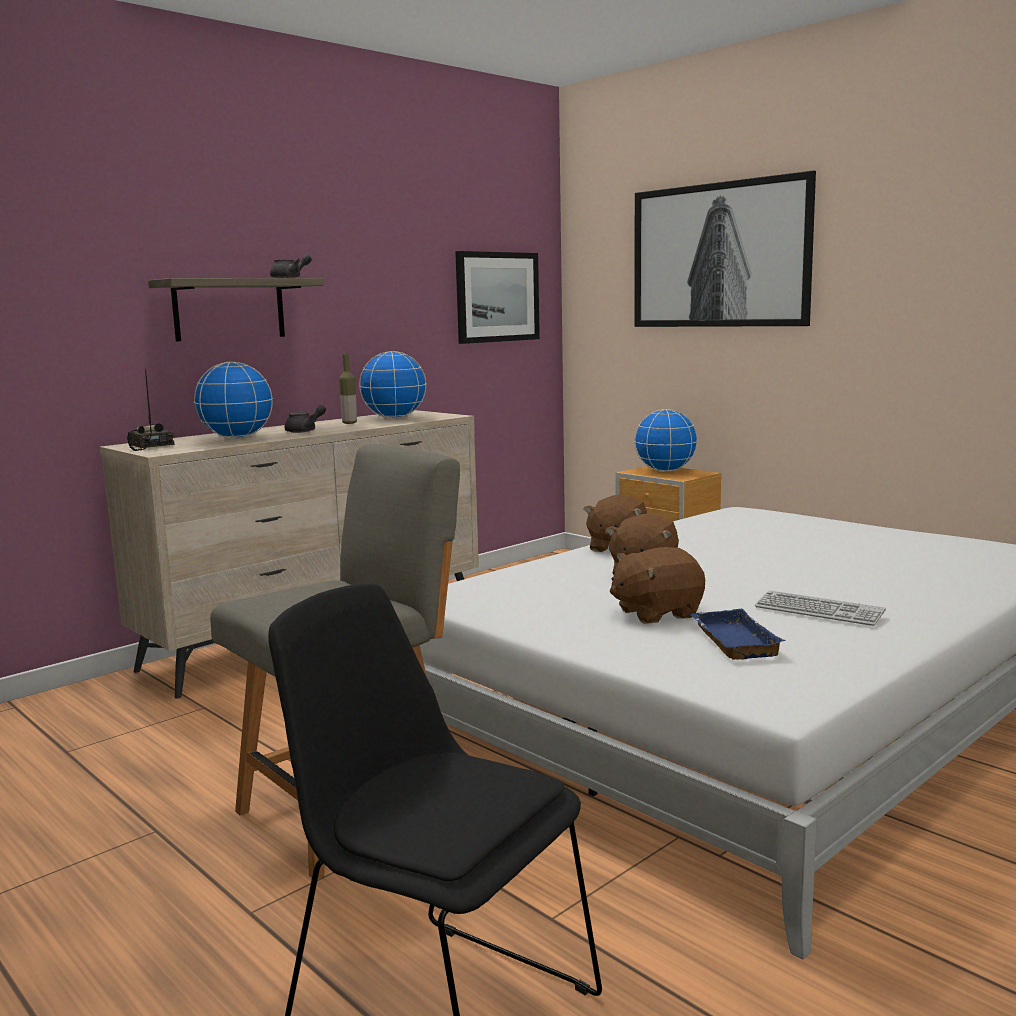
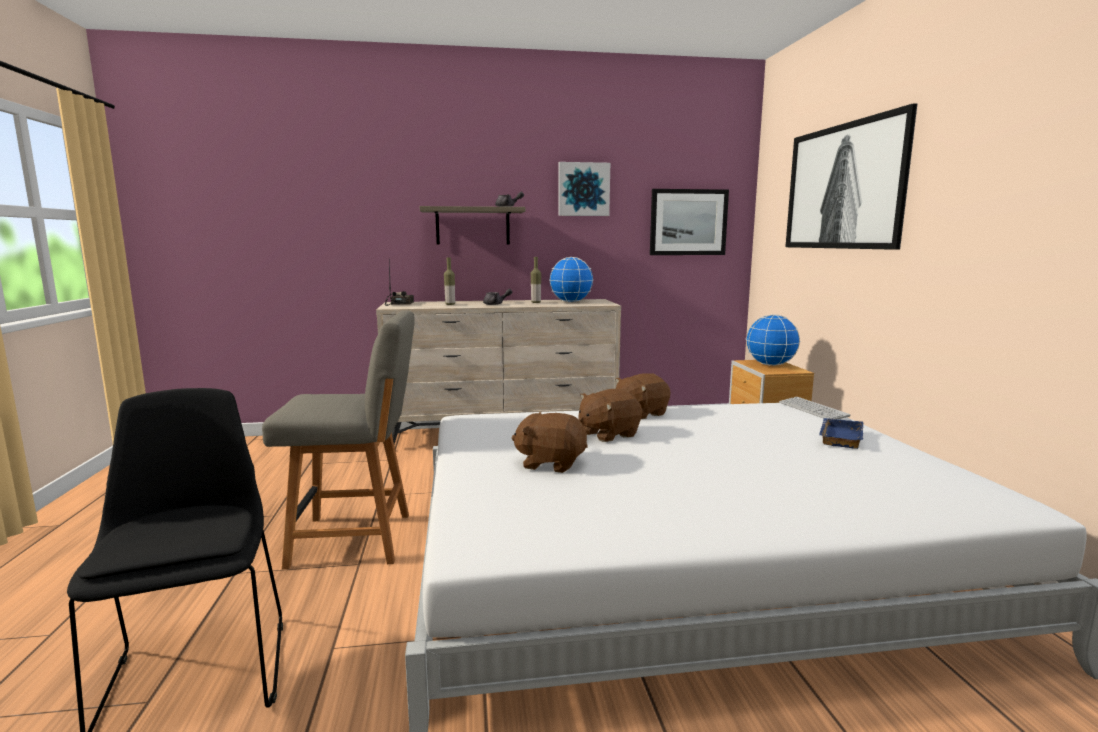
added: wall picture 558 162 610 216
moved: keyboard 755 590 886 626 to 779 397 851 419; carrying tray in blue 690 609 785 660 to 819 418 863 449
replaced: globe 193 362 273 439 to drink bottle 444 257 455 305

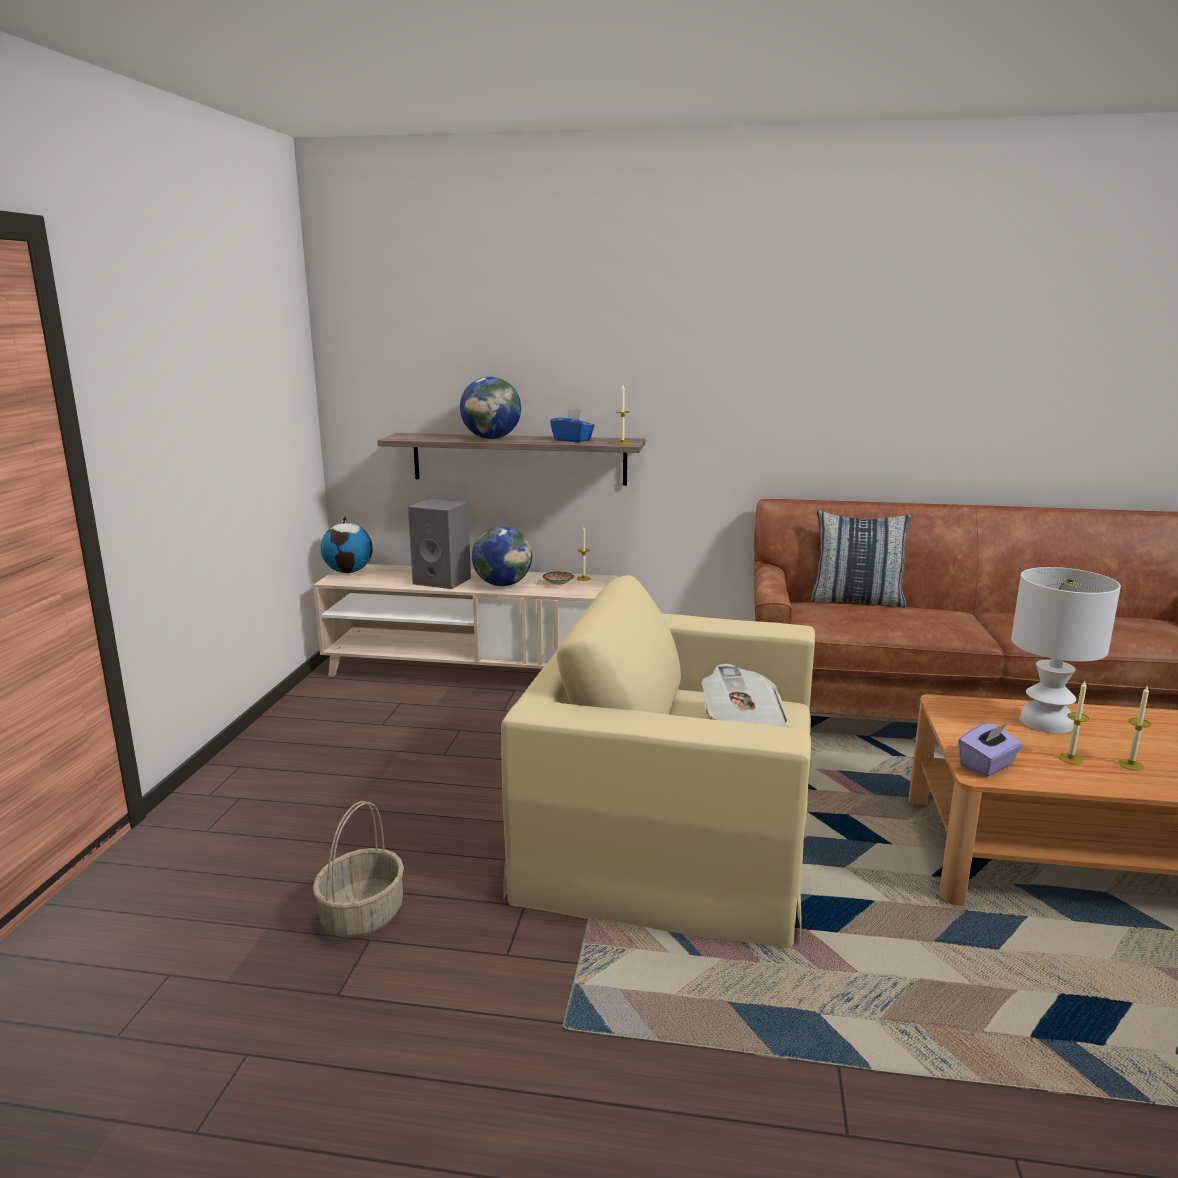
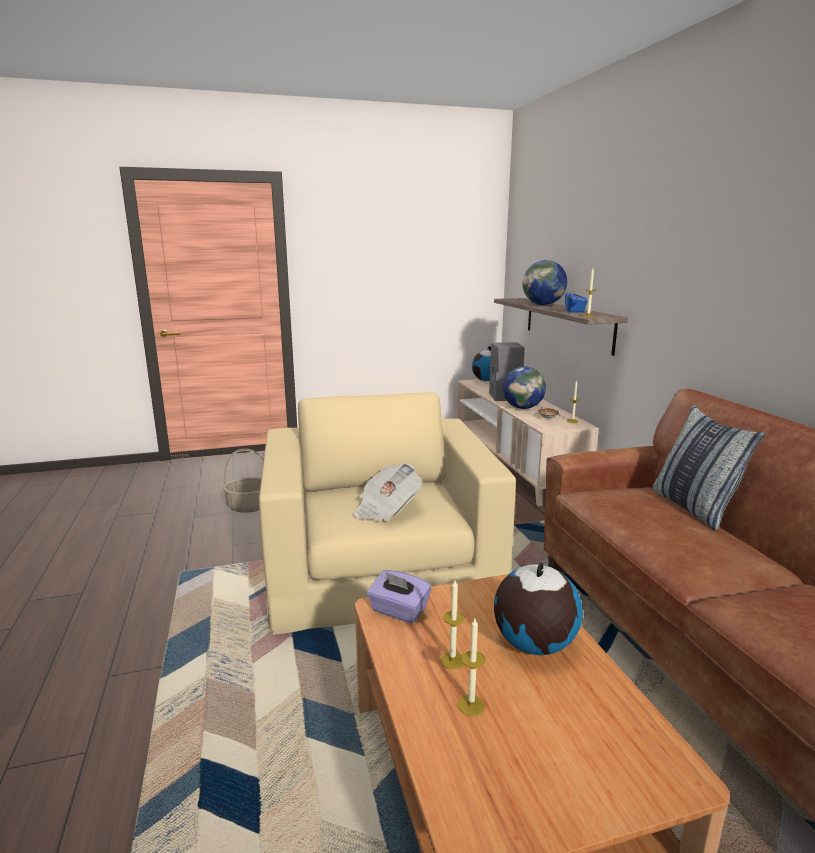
replaced: table lamp in white-coloured 1011 567 1121 734 to globe 494 561 583 655

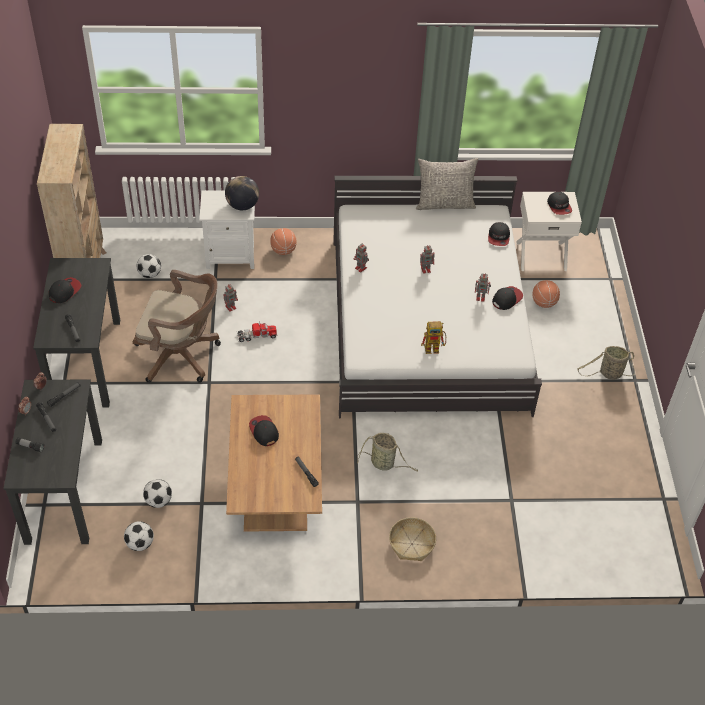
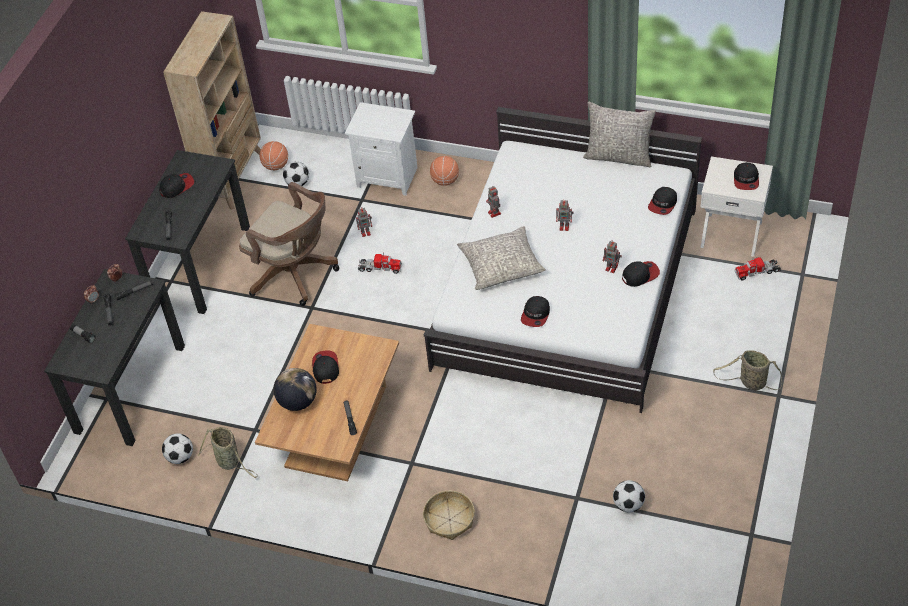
added: throw pillow in grey 457 226 546 290; toy lorry 734 257 781 280
moved: storage basket 357 433 418 472 to 198 427 258 478; basketball 532 280 560 308 to 259 141 288 170; globe 225 176 259 210 to 273 368 317 411; ball for football 143 479 172 508 to 613 480 645 513
replaced: model robot 421 321 446 354 to baseball cap 521 296 550 327

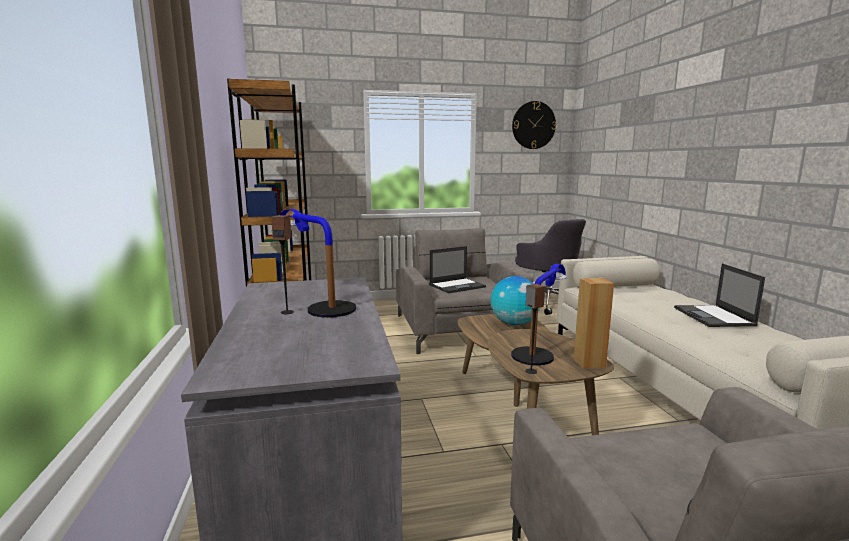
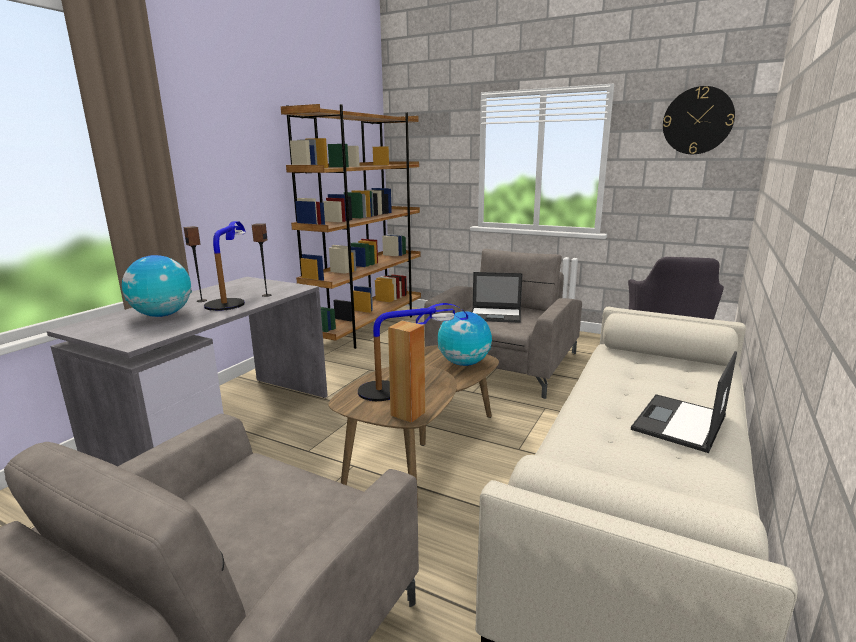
added: globe 122 255 192 317
moved: audio speaker 525 284 545 374 to 252 223 271 297

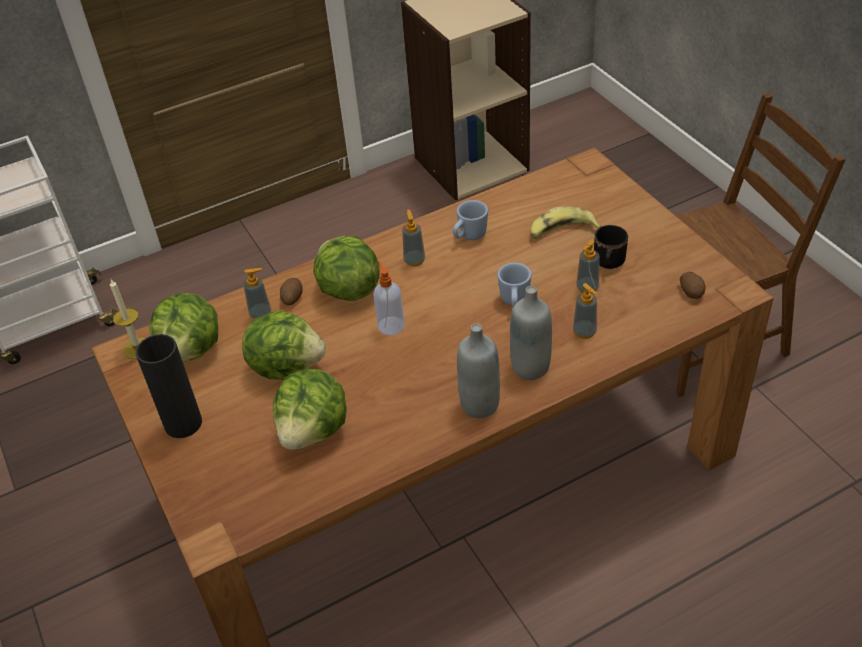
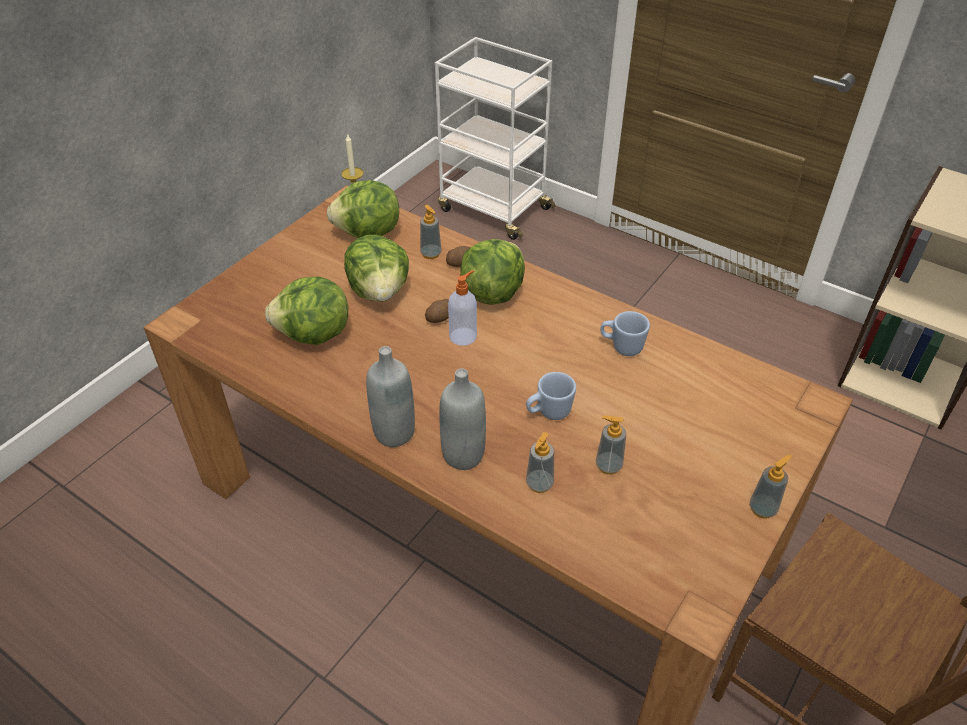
removed: decorative vase in black-coloured 136 334 202 438; banana fruit 530 206 601 239; tea mug in black-coloured 594 225 628 269
moved: whole potato 680 272 706 299 to 425 299 449 323; liquid soap bottle 402 209 425 266 to 749 455 792 519

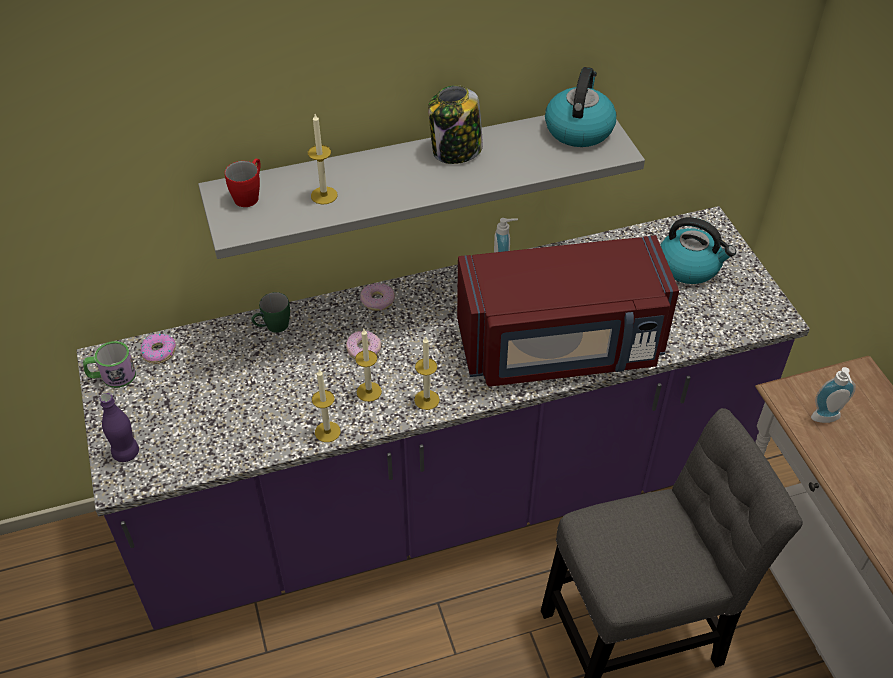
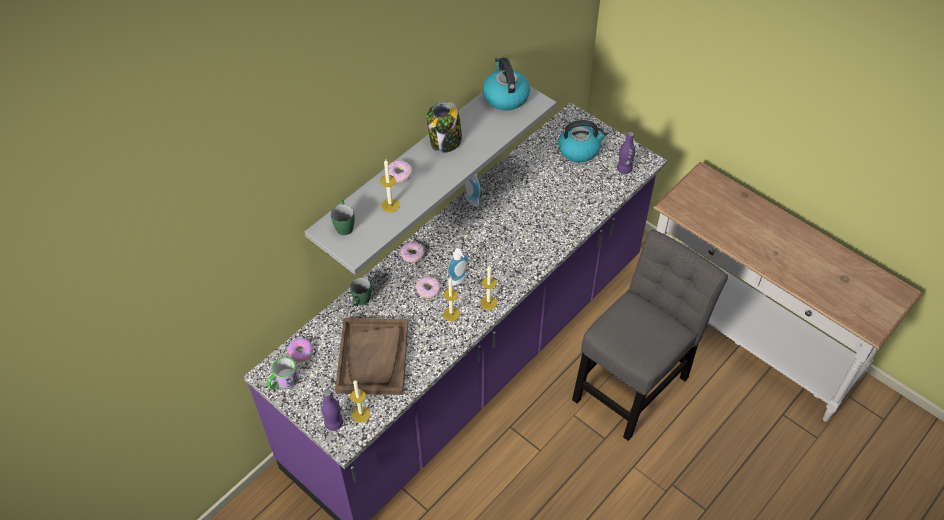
removed: microwave oven in reddish 457 235 679 386
added: carrying tray in brownish 335 318 408 395; ring doughnut 389 160 412 183; drink bottle in purplish 617 132 635 174
moved: wax light 312 370 341 442 to 350 380 370 423; liquid soap bottle 811 367 856 423 to 447 248 469 286
recoloured: tea mug in reddish 225 158 261 207 to tea mug in greenish 331 200 355 235

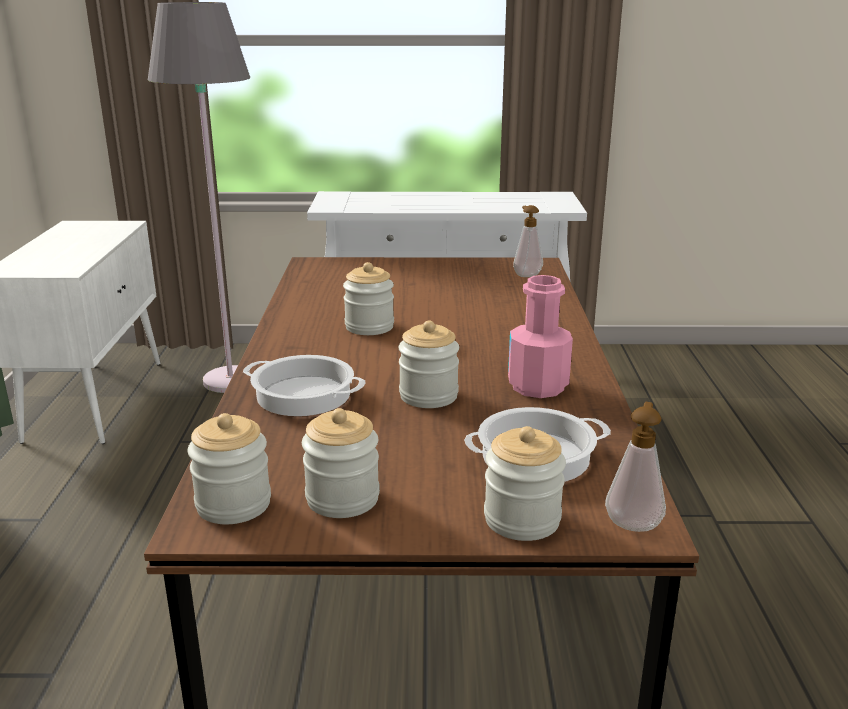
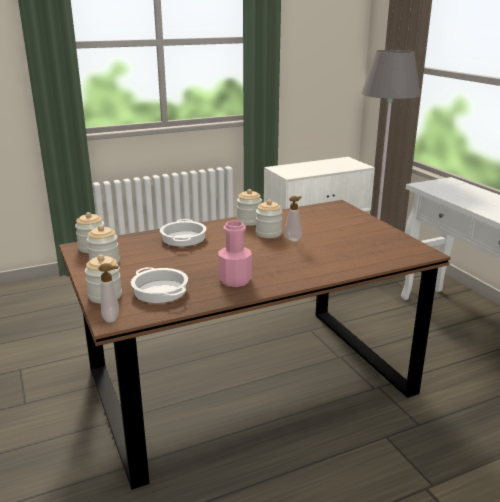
moved: storage jar 399 320 459 408 to 237 189 262 226; liquid soap bottle 513 205 543 277 to 284 196 302 241

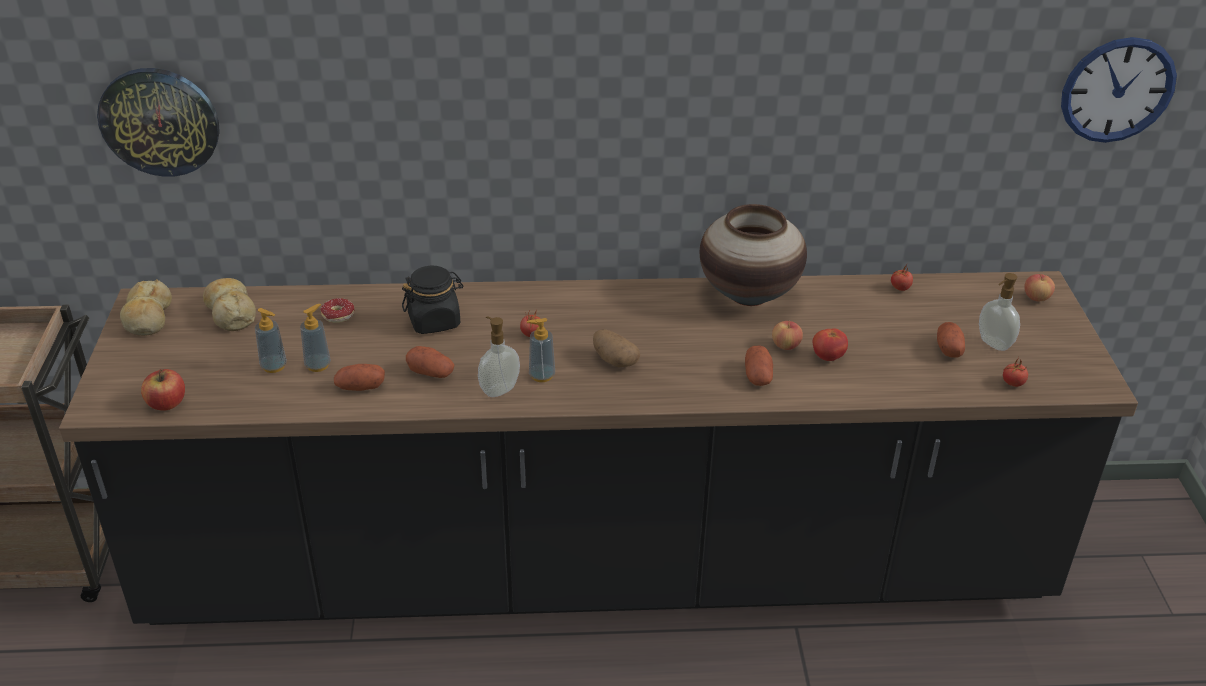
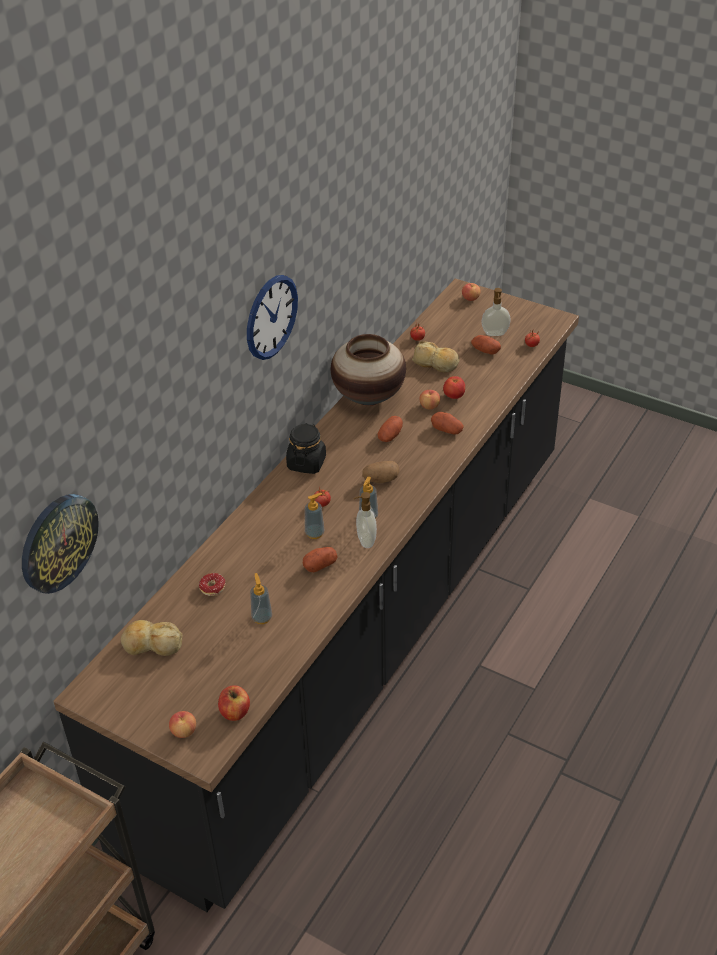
added: apple fruit 169 711 196 738
moved: hanging clock 1061 37 1177 143 to 247 275 298 360; storage jar in black-coloured 402 265 464 334 to 286 423 326 474; liquid soap bottle 255 308 287 373 to 305 493 324 539; whole potato 334 364 385 391 to 377 416 403 442; baked bread 120 279 172 336 to 412 341 460 373

